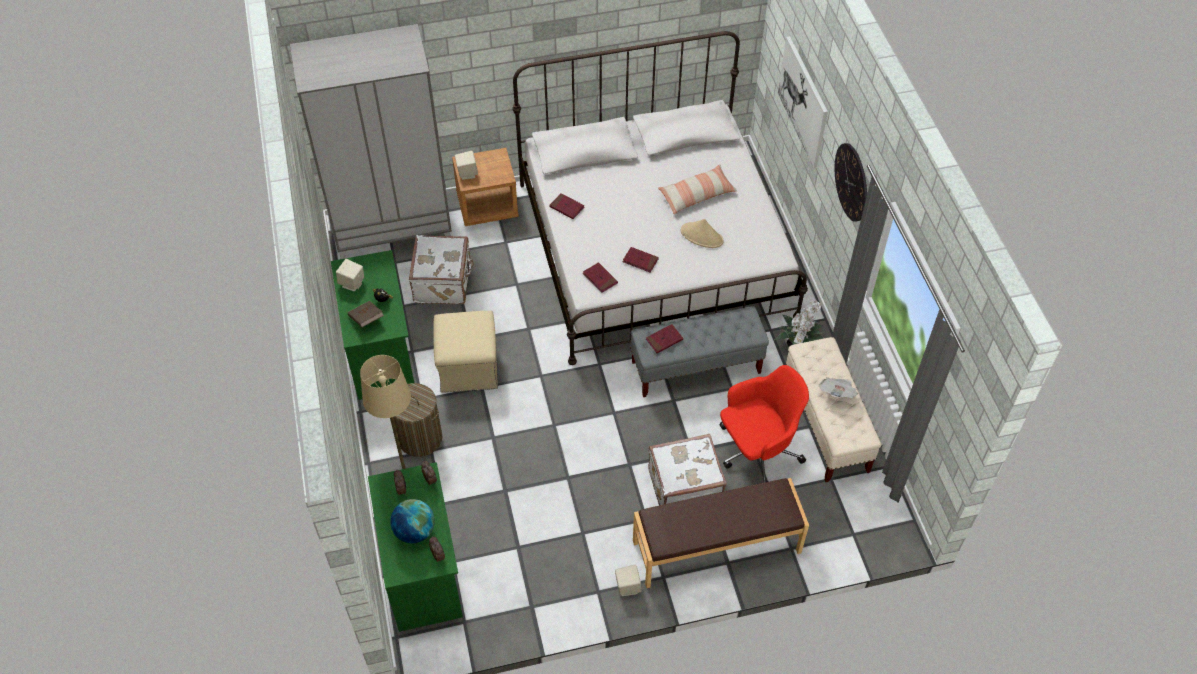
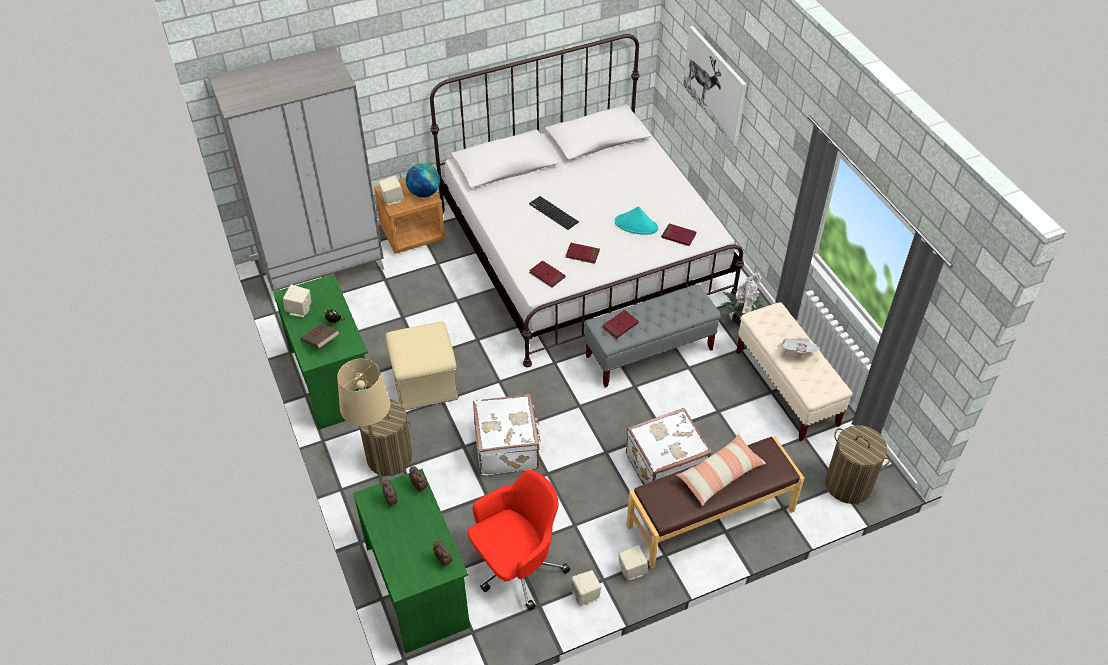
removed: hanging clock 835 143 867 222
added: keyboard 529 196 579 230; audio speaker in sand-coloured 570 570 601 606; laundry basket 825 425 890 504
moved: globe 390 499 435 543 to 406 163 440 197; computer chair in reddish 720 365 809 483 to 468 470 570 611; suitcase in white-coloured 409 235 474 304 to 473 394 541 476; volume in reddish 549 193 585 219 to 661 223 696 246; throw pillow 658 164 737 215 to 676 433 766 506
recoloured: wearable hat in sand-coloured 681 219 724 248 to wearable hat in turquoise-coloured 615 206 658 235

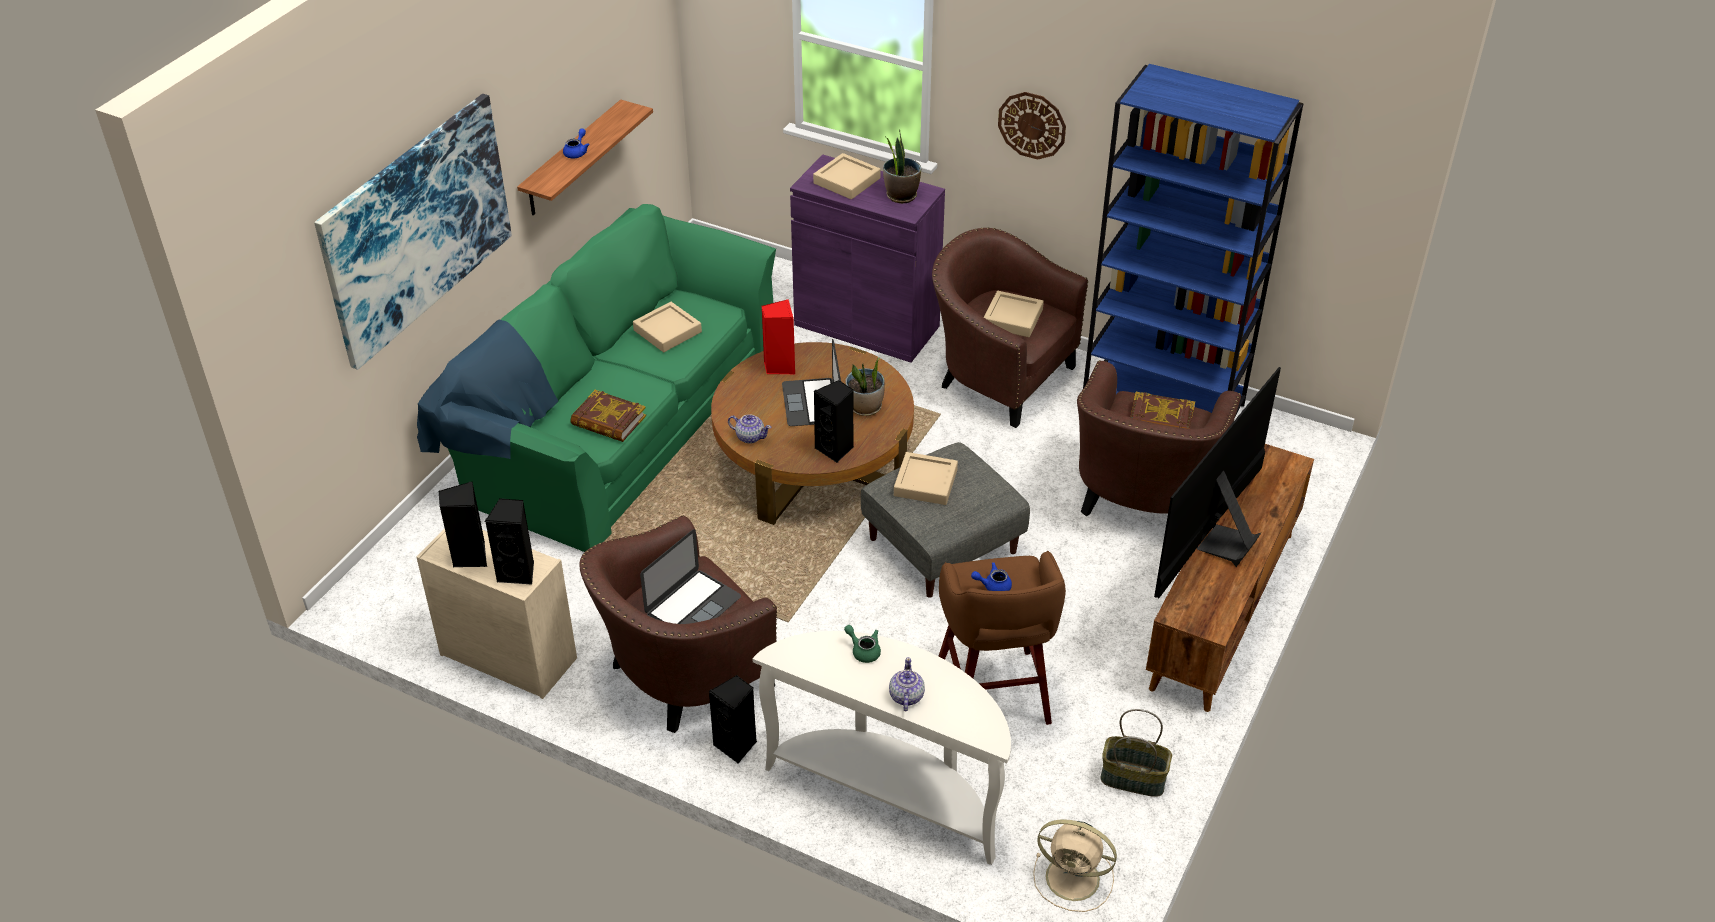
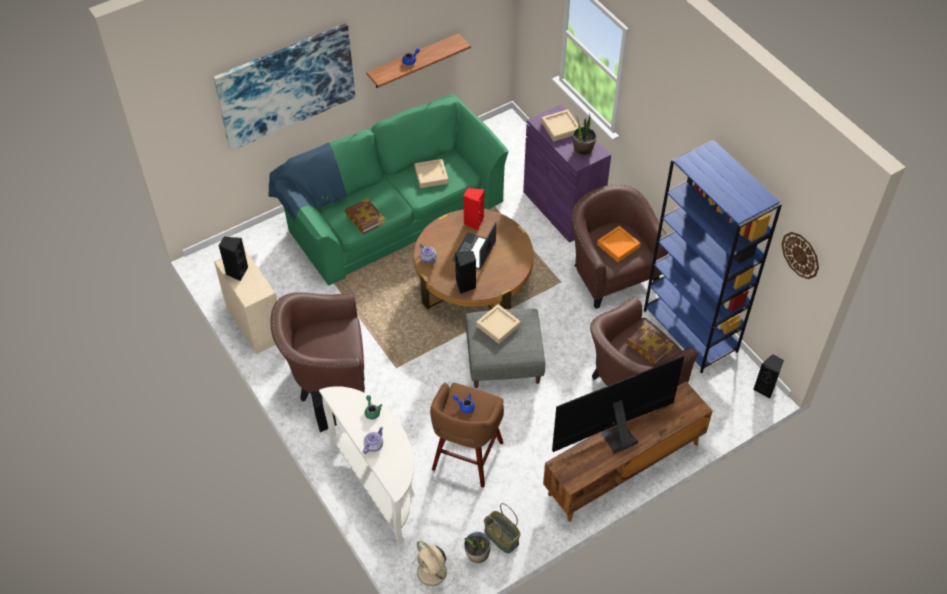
removed: notebook computer 640 529 741 624
moved: potted plant 845 357 885 416 to 464 532 491 563; audio speaker in black-coloured 485 498 534 585 to 753 354 784 398; hanging clock 998 92 1066 160 to 781 232 819 279
recoloured: carrying tray in sand-coloured 984 291 1044 337 to carrying tray in orange 597 226 640 262

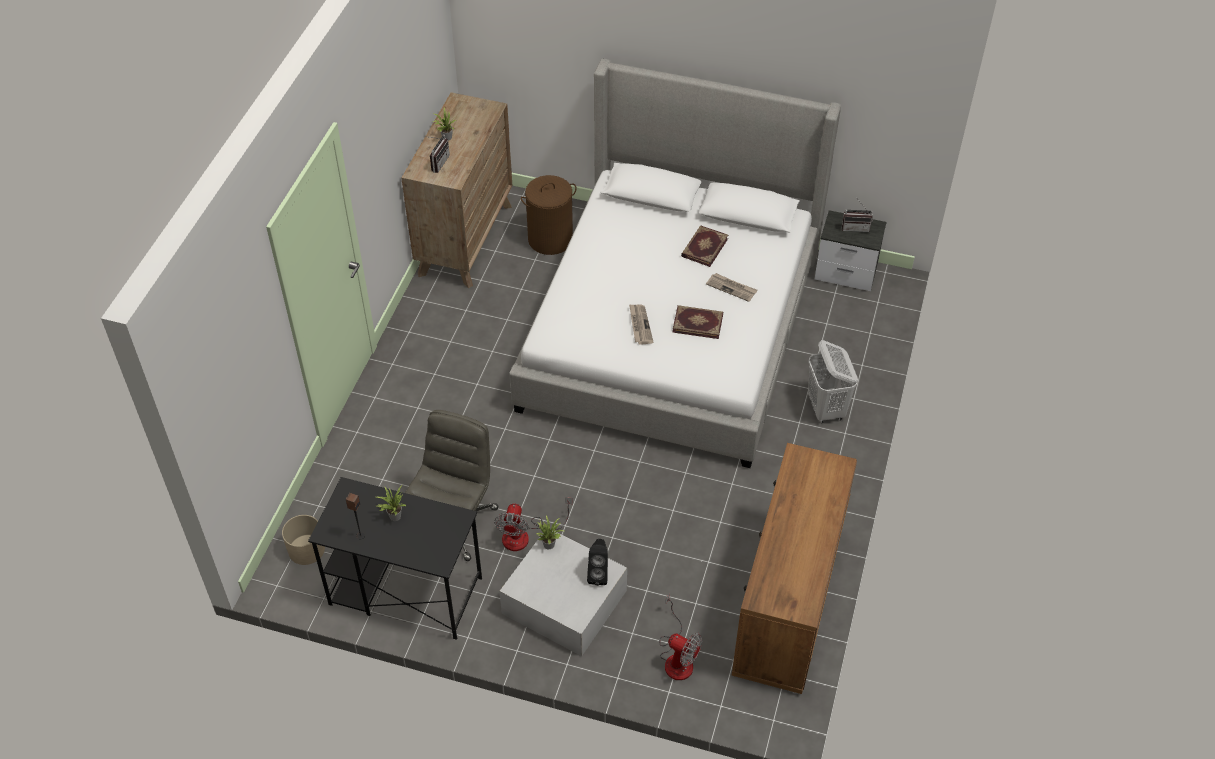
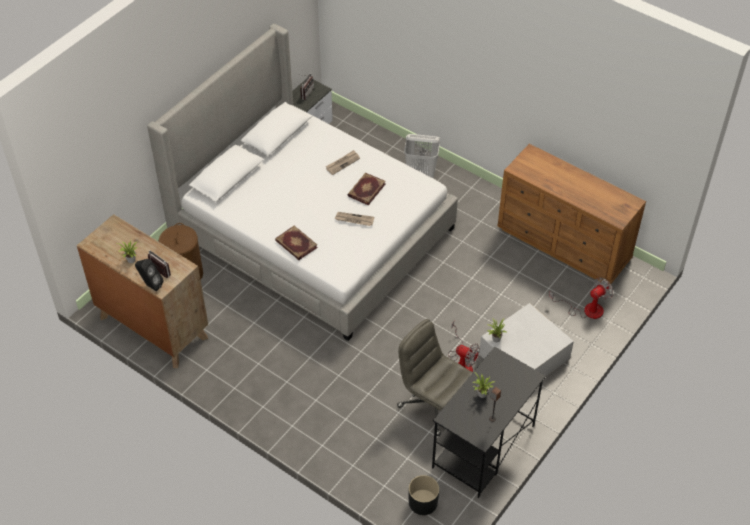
moved: audio speaker in black-coloured 587 539 608 586 to 135 259 164 291; volume 681 225 728 267 to 275 226 318 260
recoloured: plant pot in sand-coloured 282 515 325 565 to plant pot in black-coloured 409 475 439 515

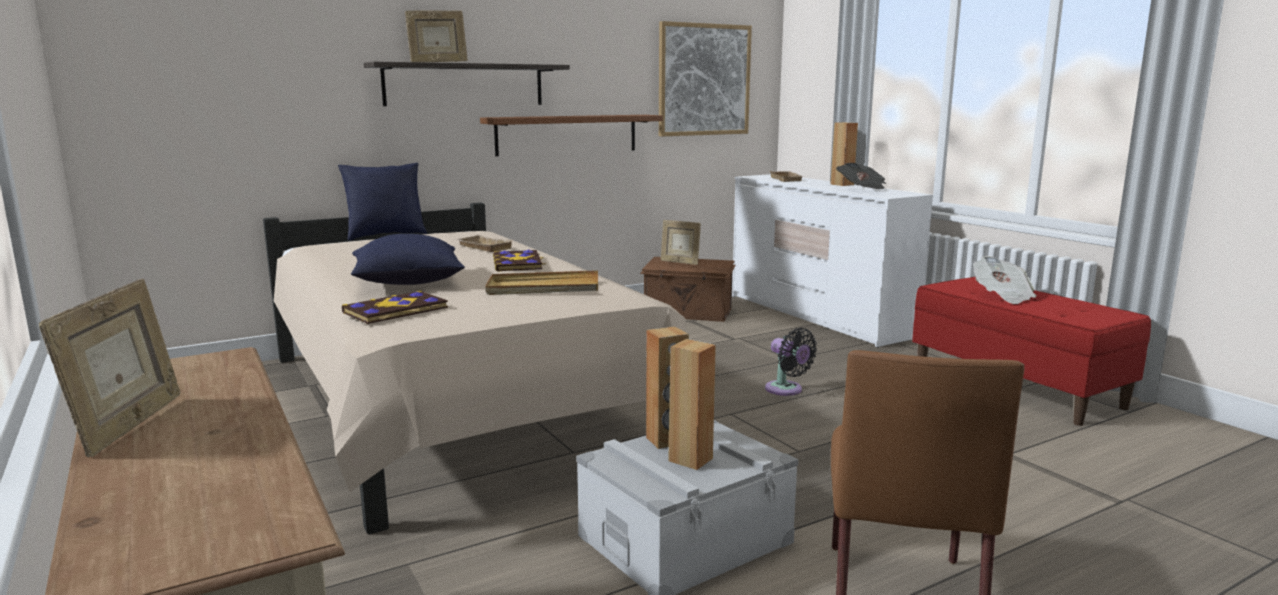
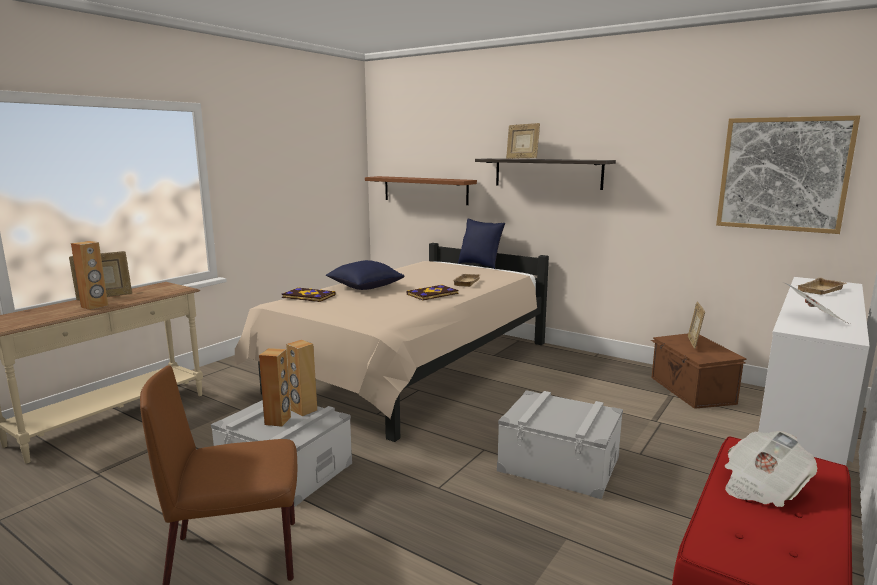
removed: carrying tray in sand-coloured 485 270 598 295
moved: audio speaker in brownish 830 122 858 186 to 71 241 108 310; shelf in brownish 480 115 663 156 to 365 176 477 205
replaced: fan in black-coloured 765 327 817 396 to storage bin in grey 497 390 623 499

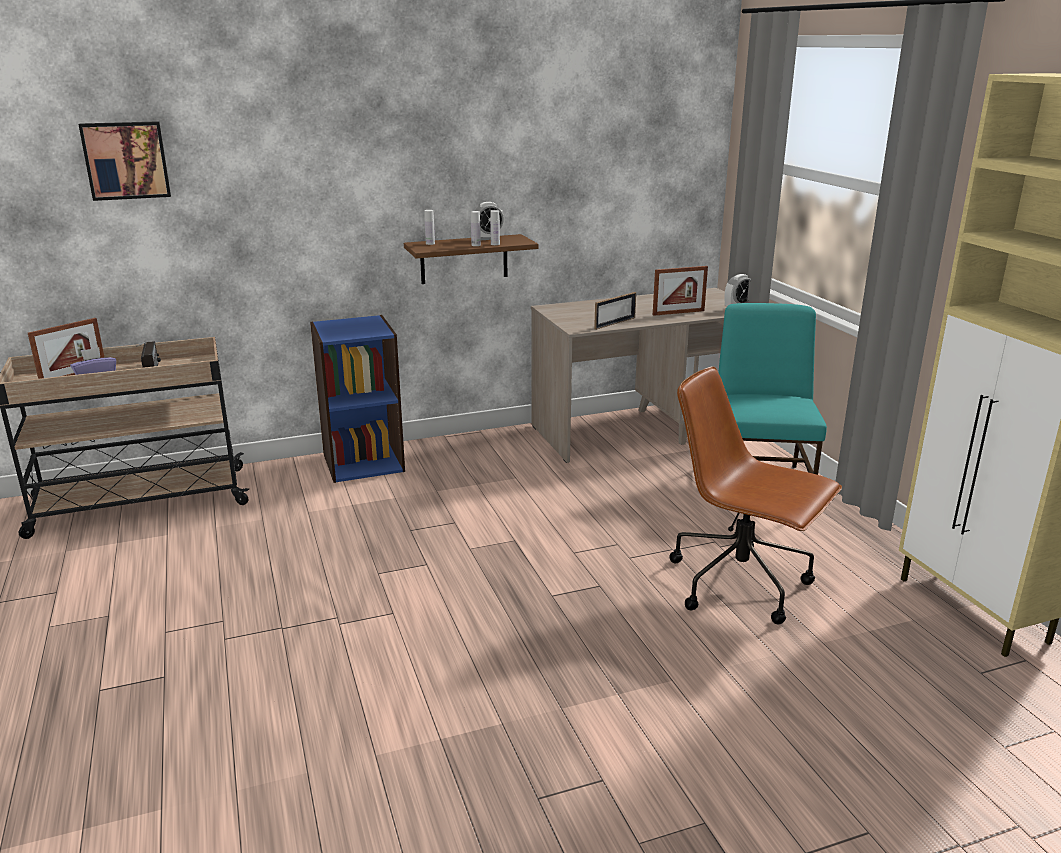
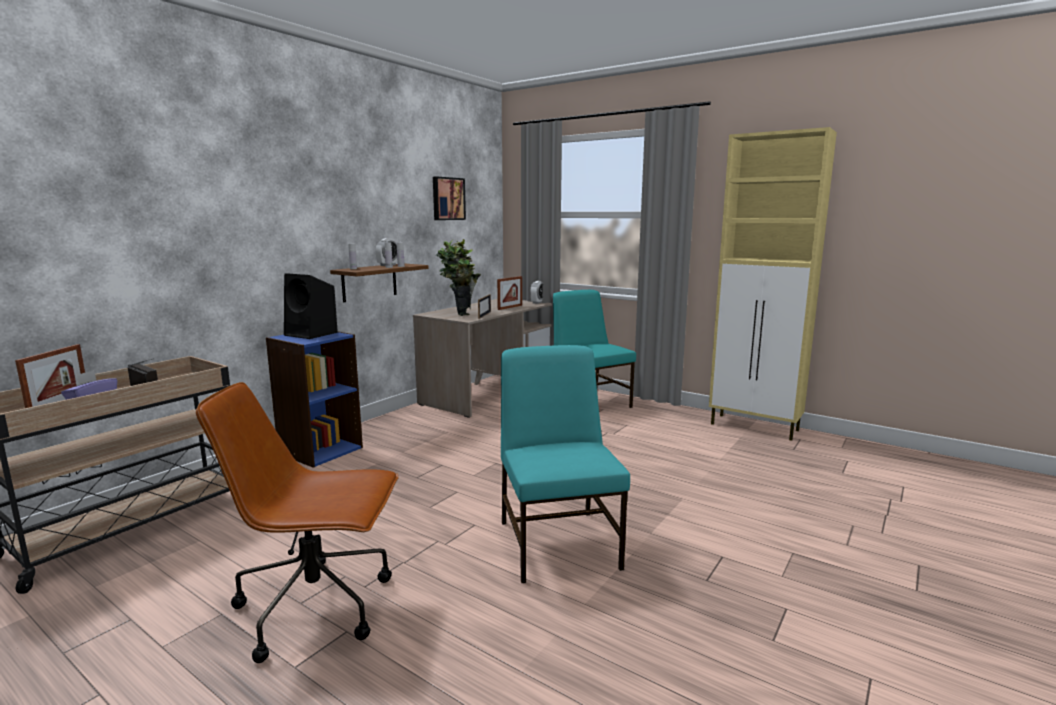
added: audio speaker in black-coloured 284 273 338 339; potted plant 436 239 481 316; chair in turquoise-coloured 501 345 630 583
moved: computer chair in brownish 669 366 842 624 to 196 382 399 663; wall picture 78 121 171 201 to 433 176 466 220

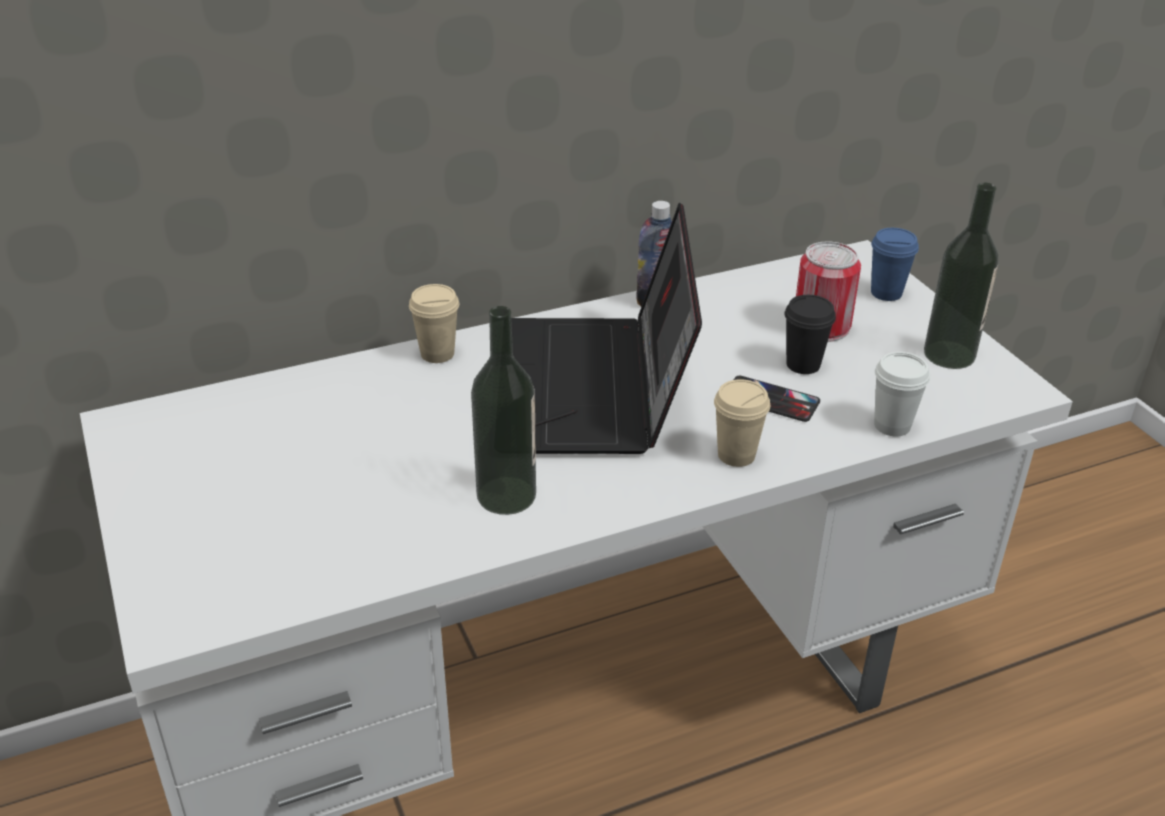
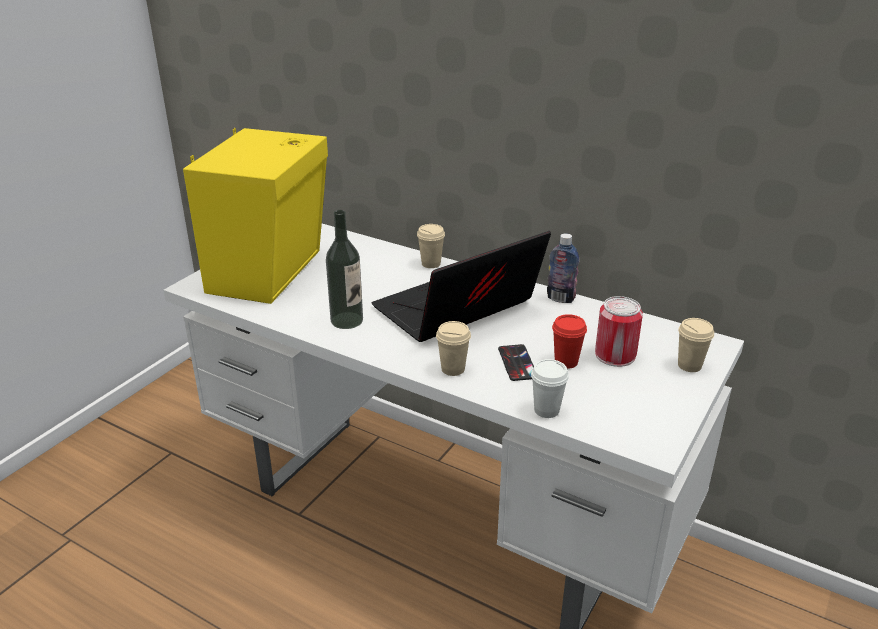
removed: drink bottle 924 183 999 369
added: audio speaker in yellow 183 128 328 304
recoloured: cup in black-coloured 784 295 836 374 to cup in reddish 552 314 587 369; cup in blue 871 228 919 301 to cup in sand-coloured 678 318 714 372

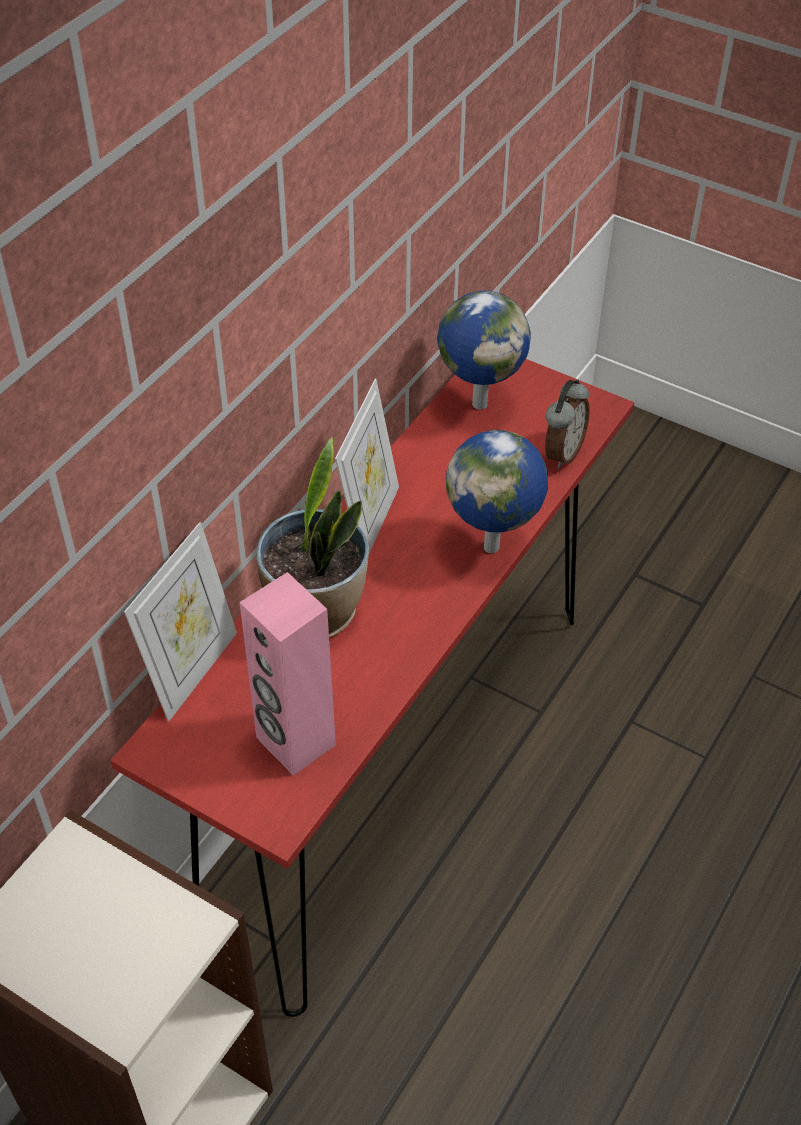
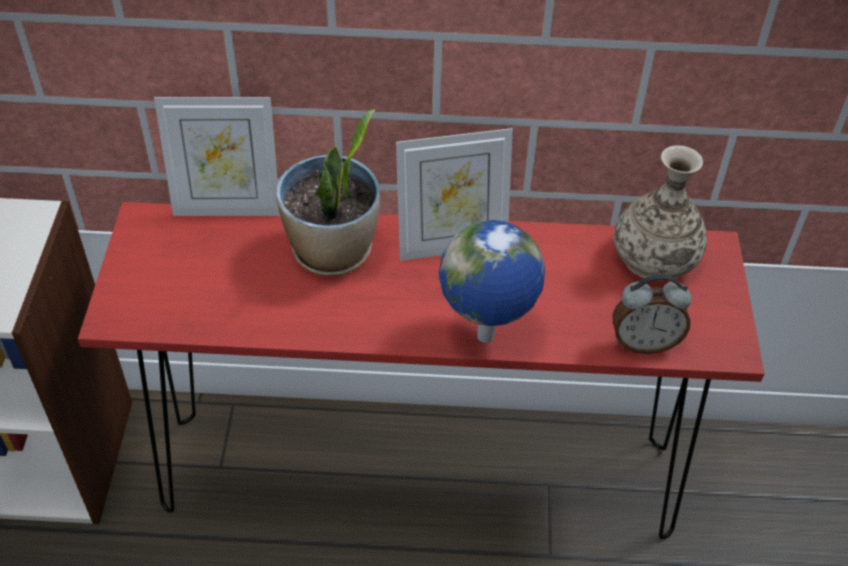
removed: audio speaker in pink 239 572 336 776
replaced: globe 437 290 531 410 to decorative vase 614 145 707 281

